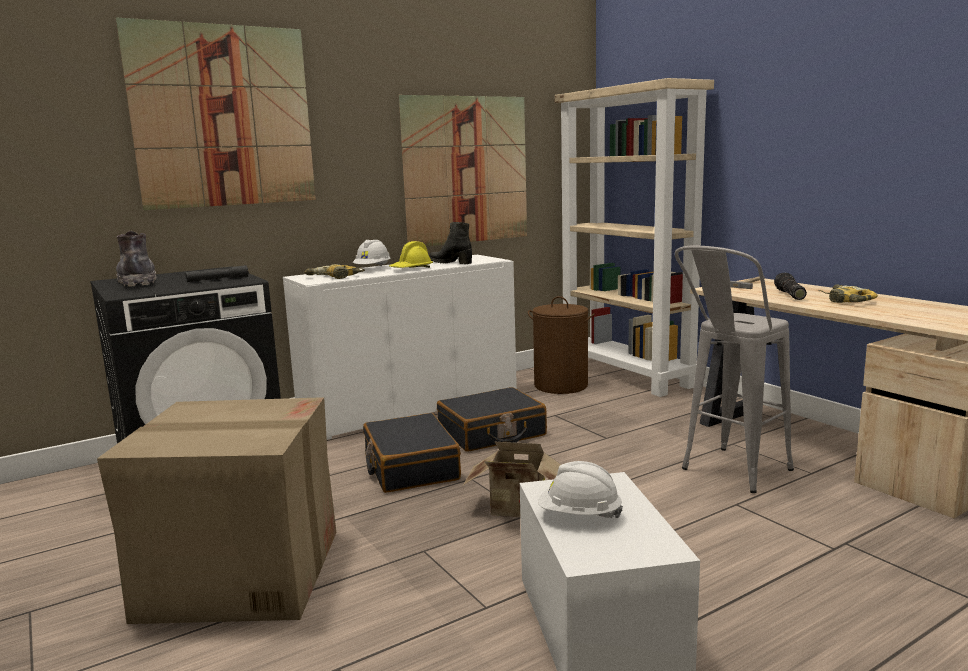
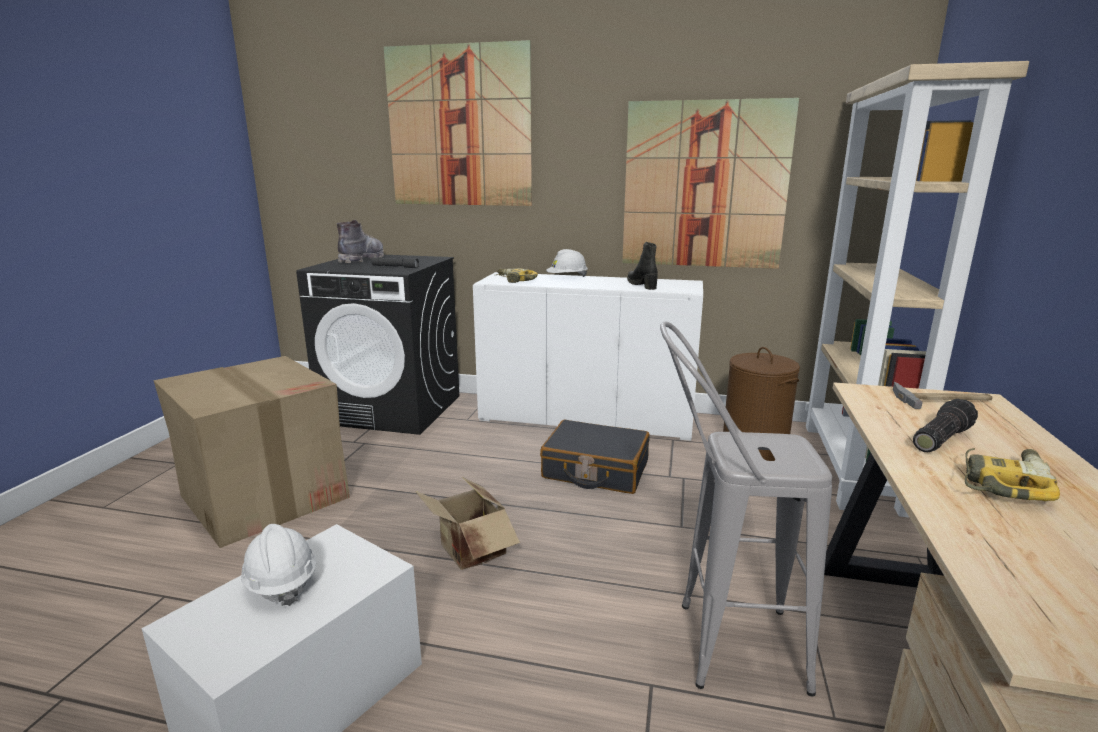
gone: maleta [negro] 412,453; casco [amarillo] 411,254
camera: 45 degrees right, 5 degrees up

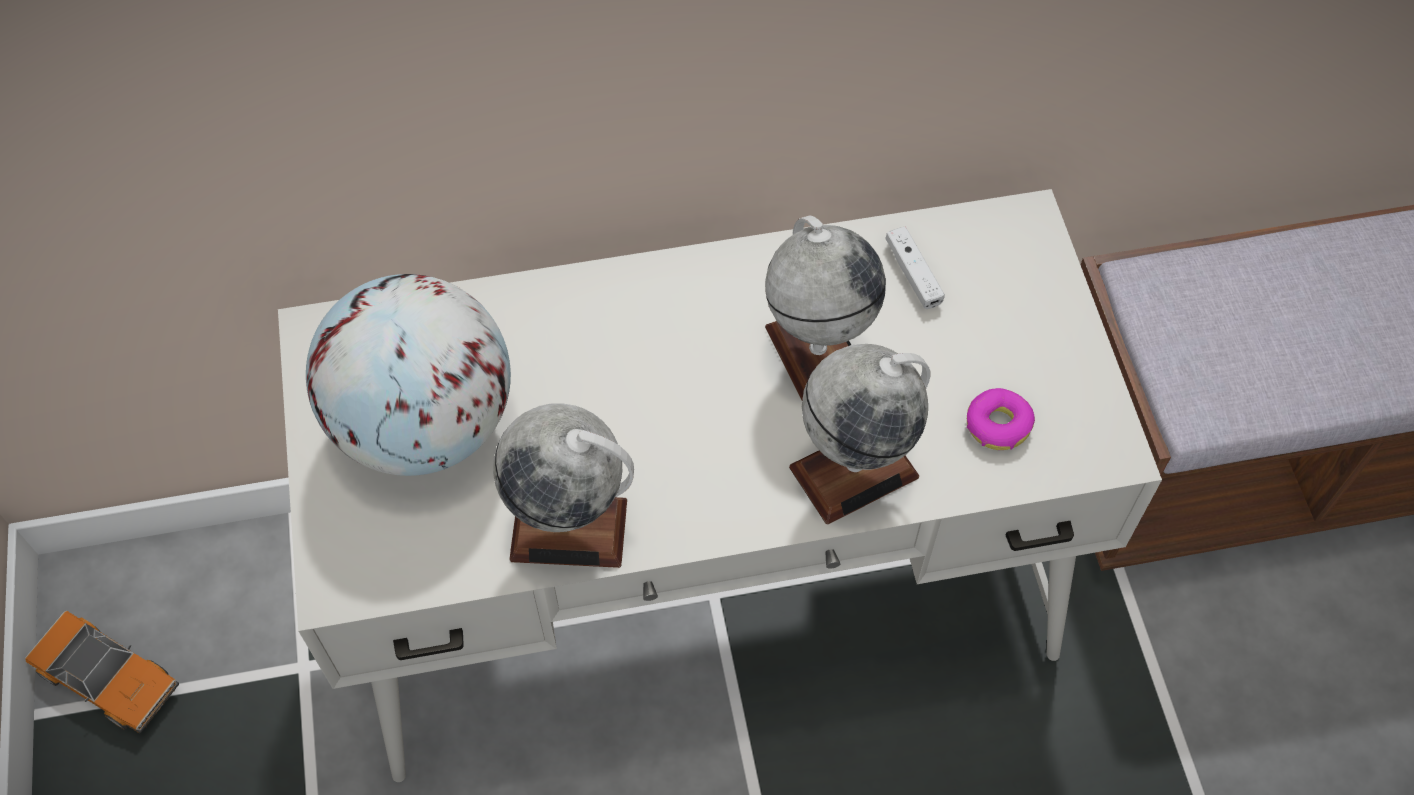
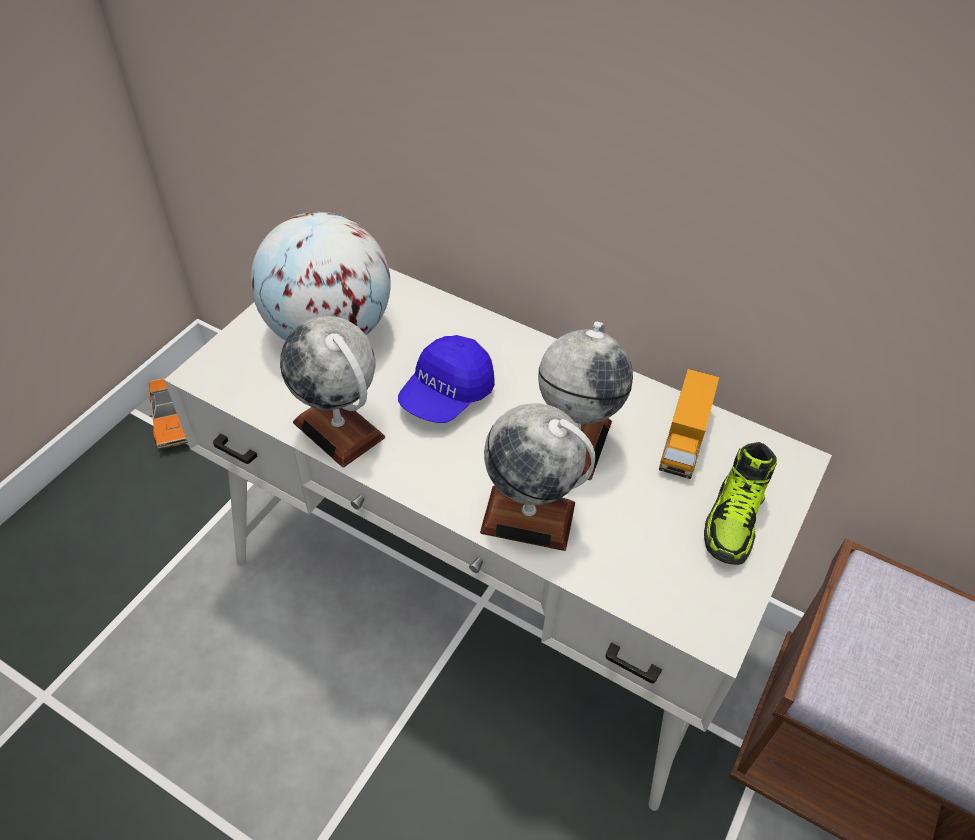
gone: rosquilla 1001,419
new: gorra [azul] 446,379; zapato 740,503
swapped: mando de consola [blanco] 915,268 to camión de juguete 689,424
camera: 40 degrees right, 10 degrees down

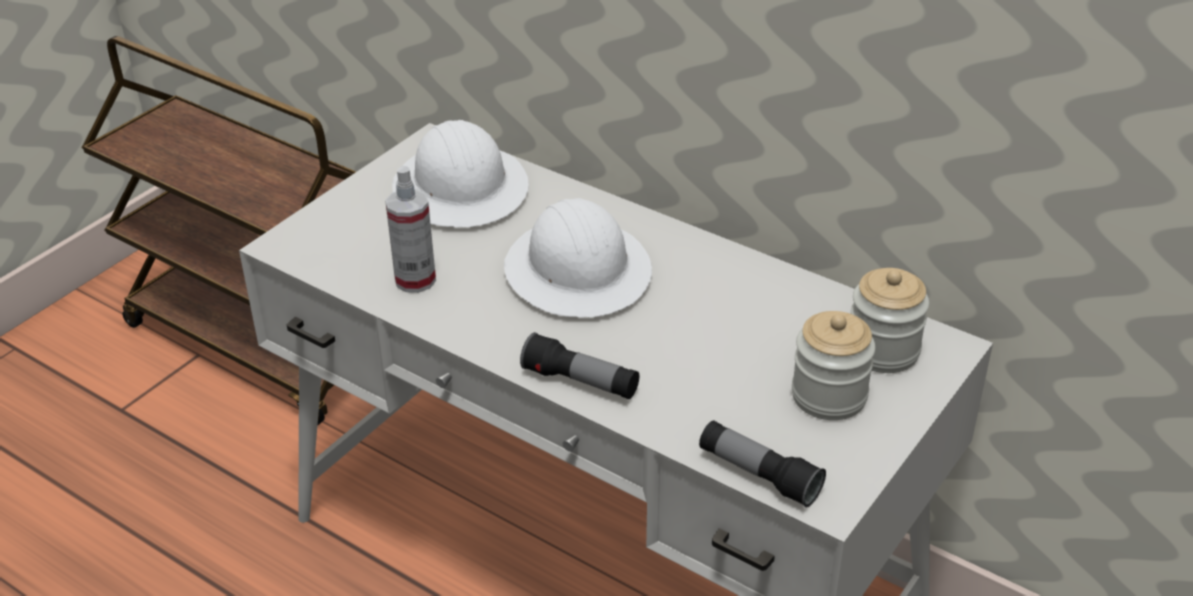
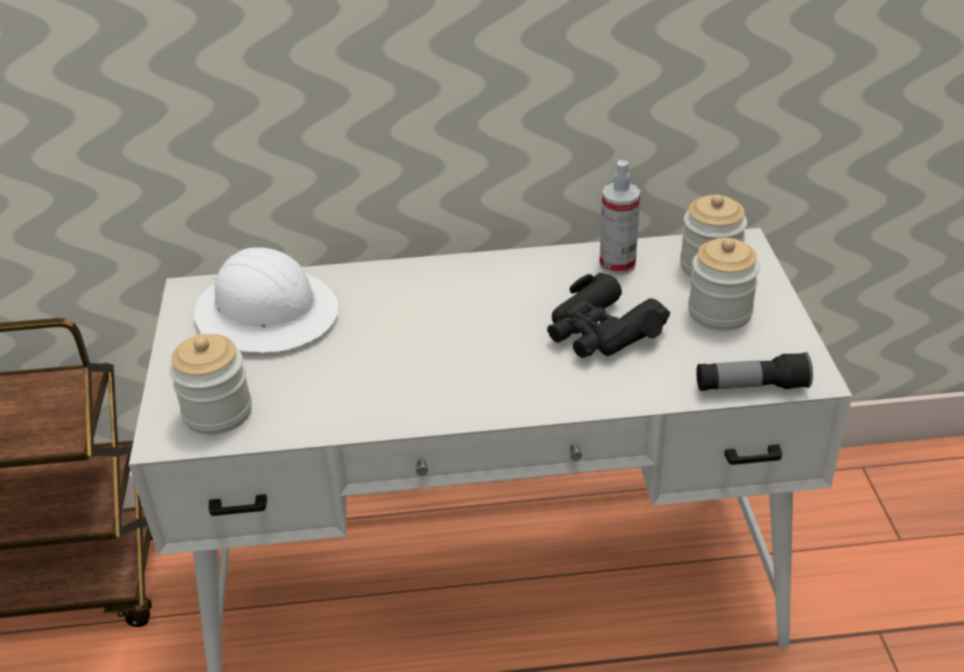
gone: casco [blanco] 578,257; linterna 579,365
new: tarro 210,384; prismáticos [negro] 608,315
shifted: pulverizador 410,229 to 620,217
camera: 40 degrees left, 0 degrees up

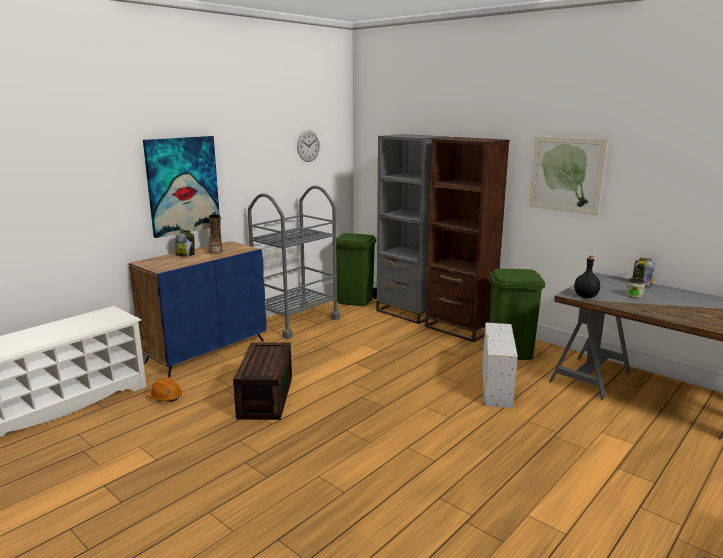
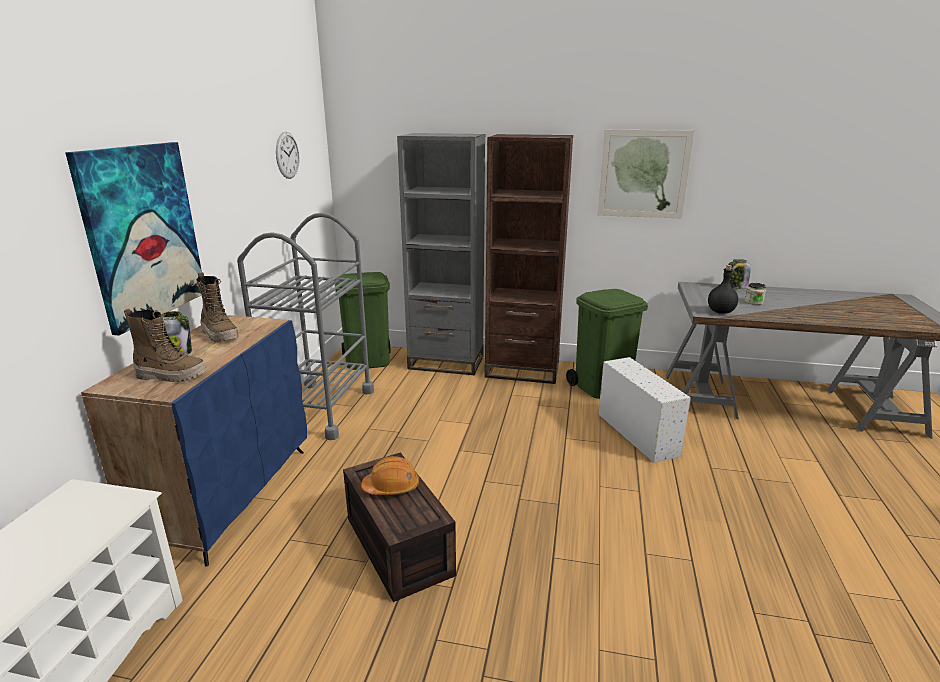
new: bota 165,345
shifted: casco [naranja] 164,390 to 390,475
camera: 30 degrees left, 5 degrees up

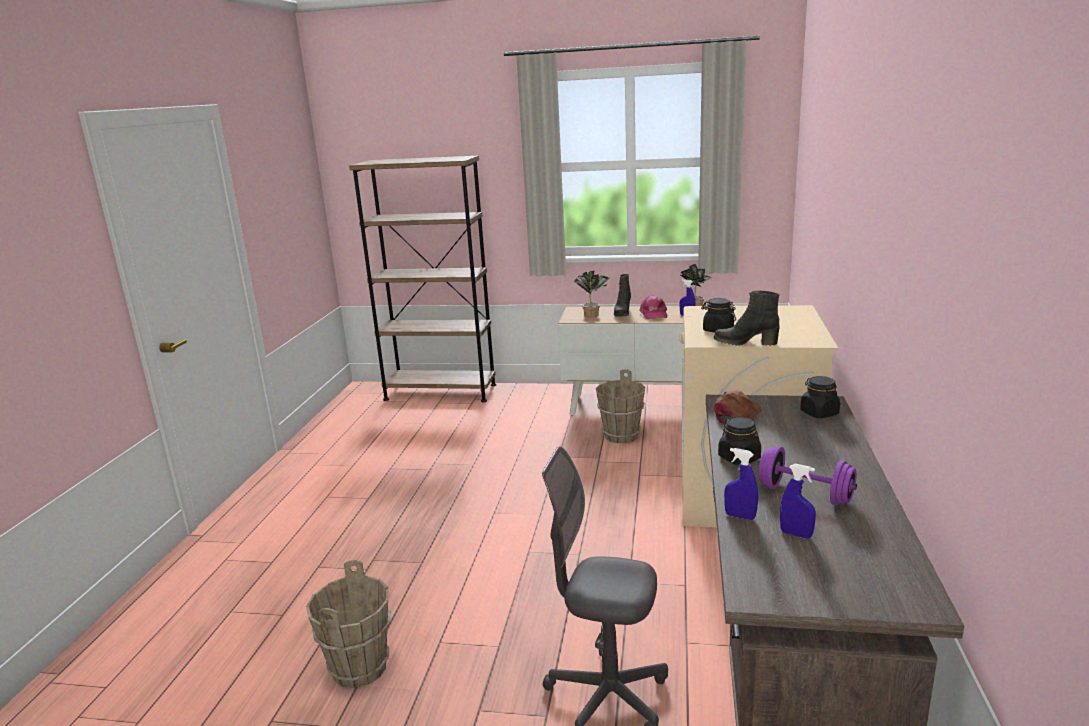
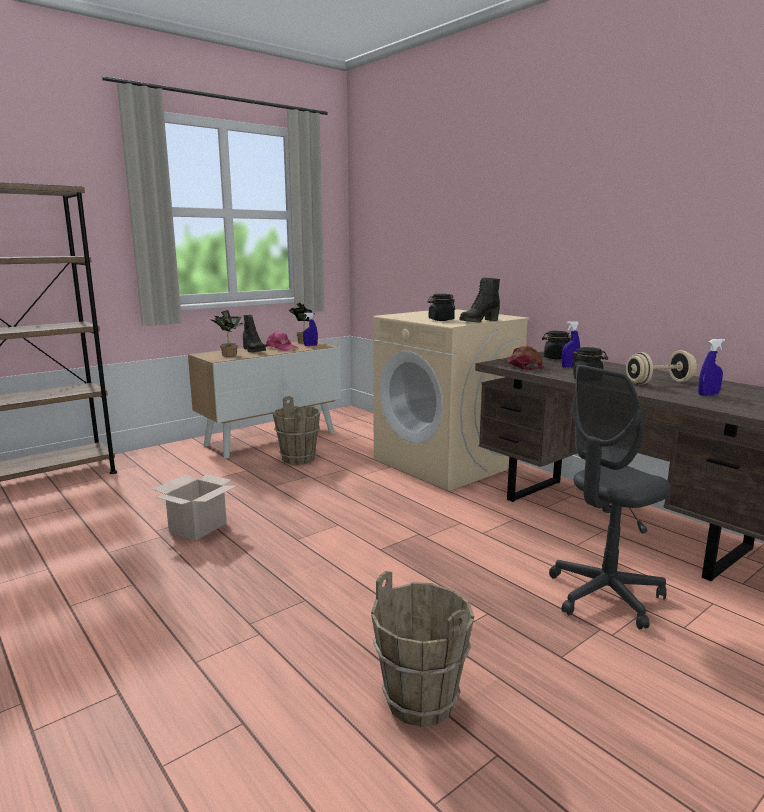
new: caja de cartón 194,507
shifted: pulverizador [azul] 741,484 to 571,344
repainted: mancuerna [morado] 807,475 to mancuerna [beis] 661,367
camera: 50 degrees left, 5 degrees down

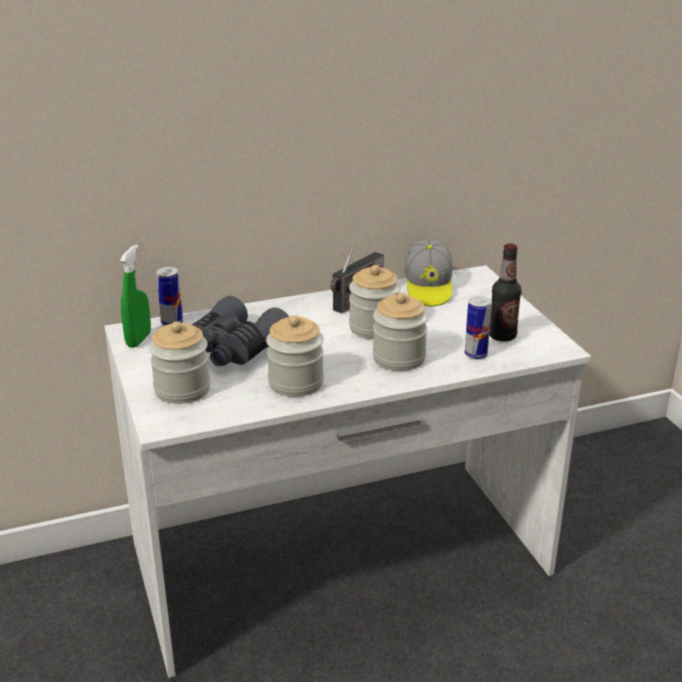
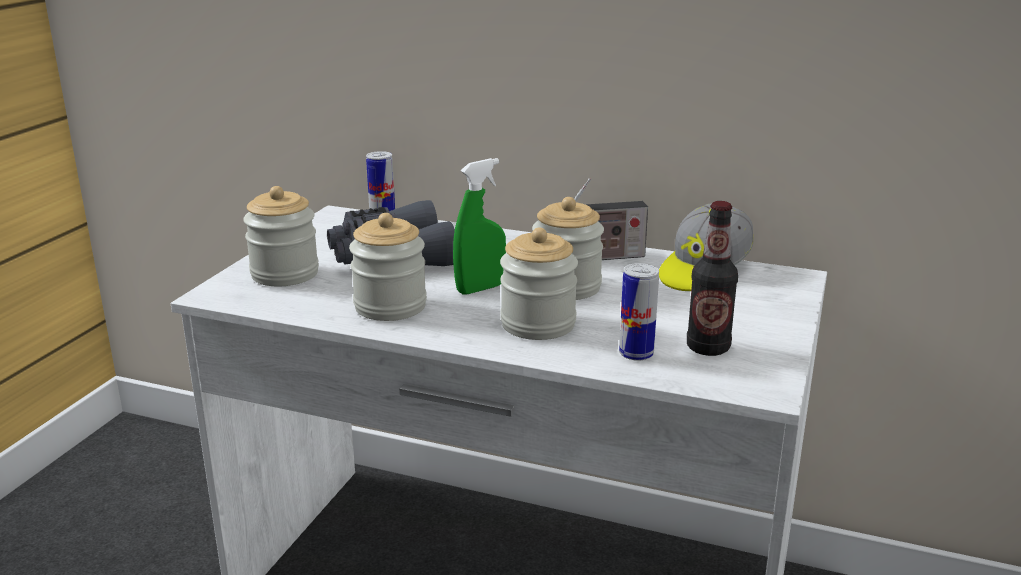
shifted: pulverizador [verde] 135,296 to 479,226
camera: 40 degrees right, 5 degrees down

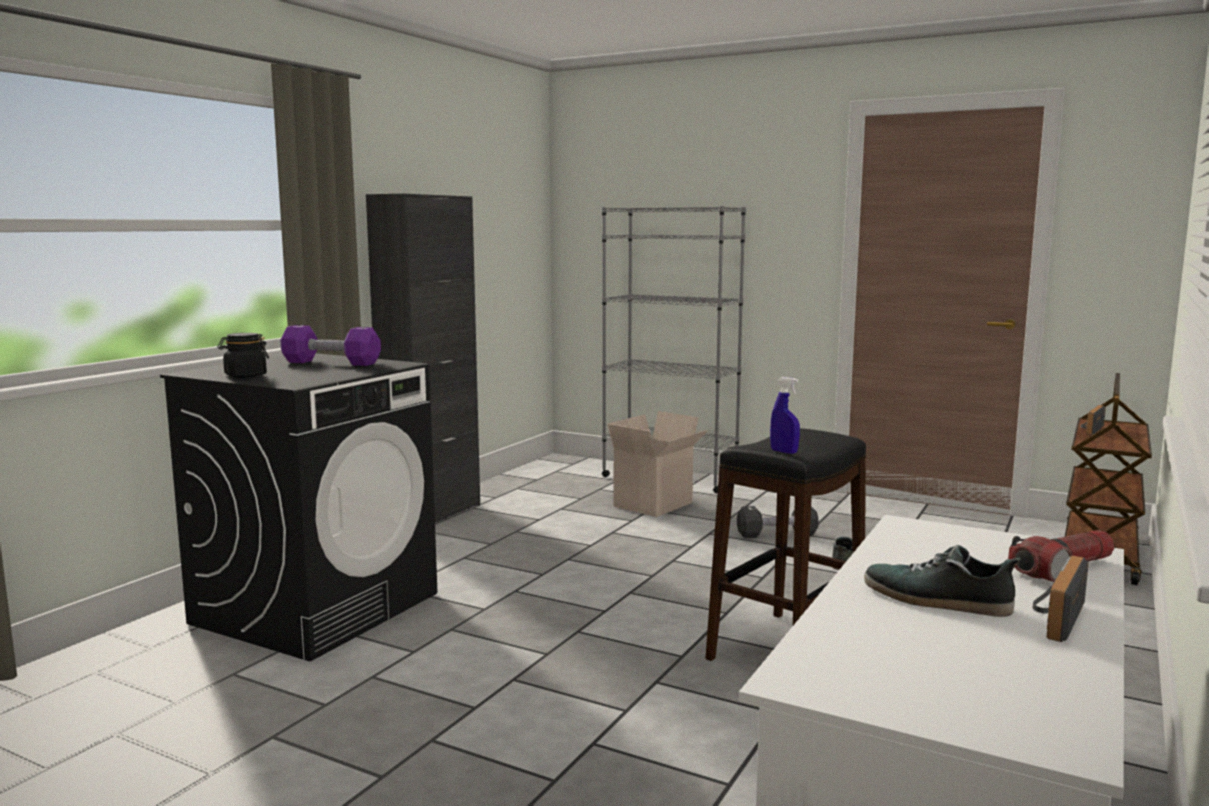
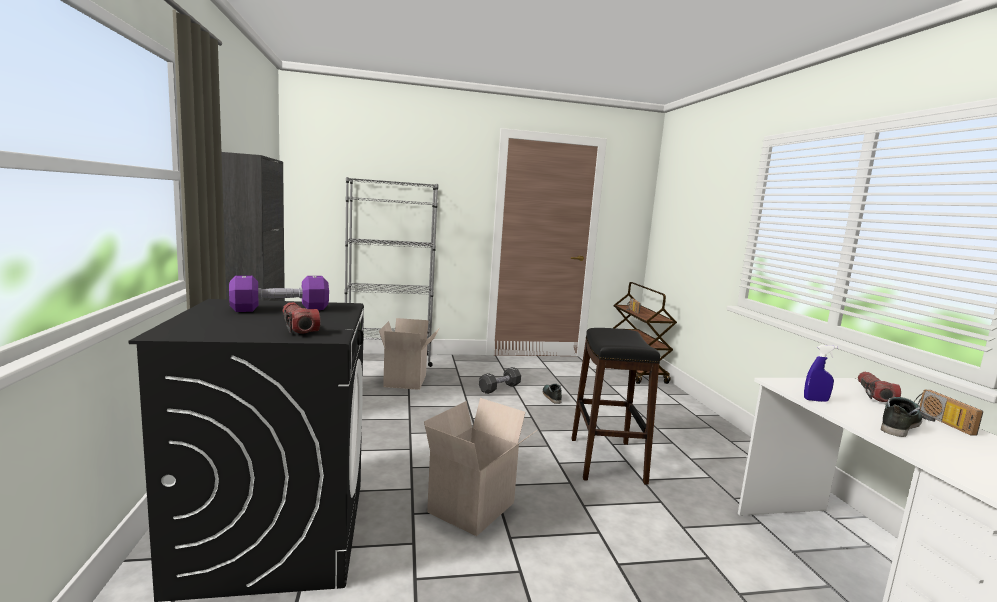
gone: tarro [negro] 243,355
new: linterna 302,318; caja de cartón 480,467
shifted: pulverizador [azul] 785,415 to 821,373
rotated: zapato 942,581 = 901,417 150 degrees clockwise
camera: 40 degrees left, 0 degrees up

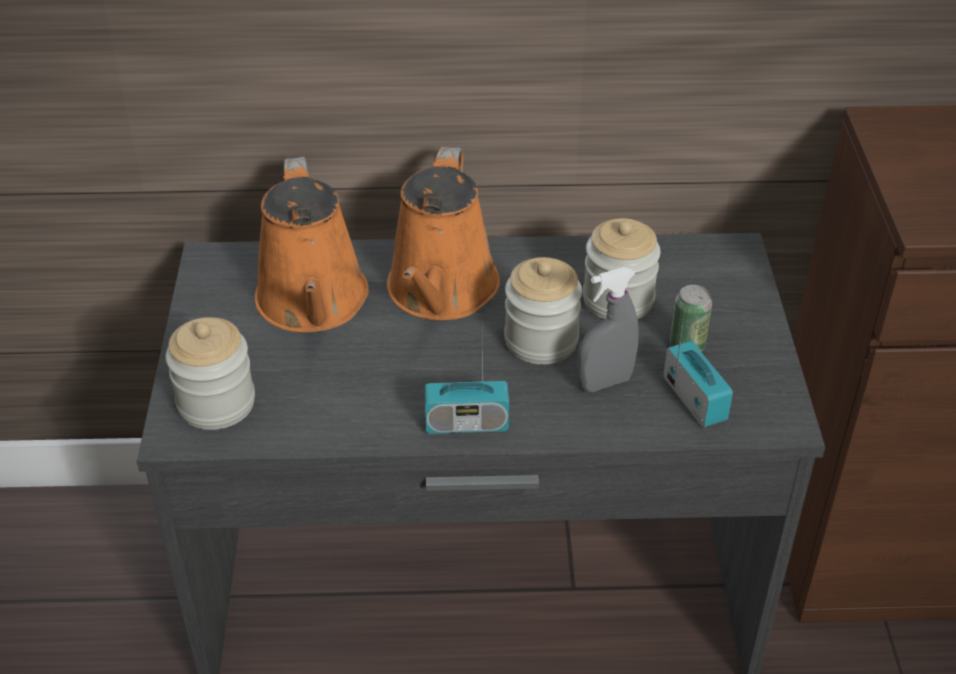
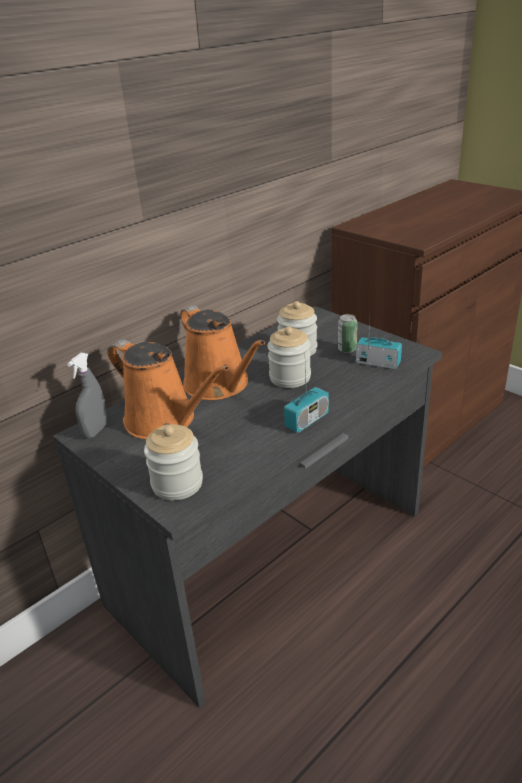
shifted: pulverizador [gris] 608,329 to 87,396
camera: 40 degrees left, 10 degrees down

